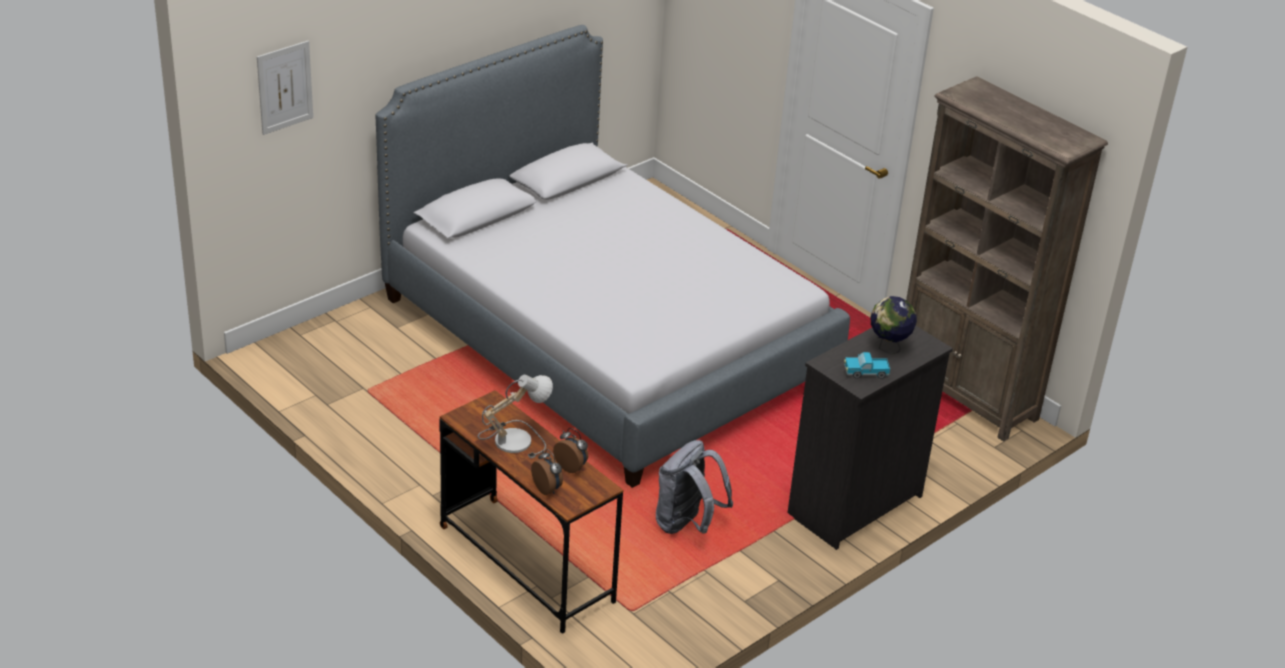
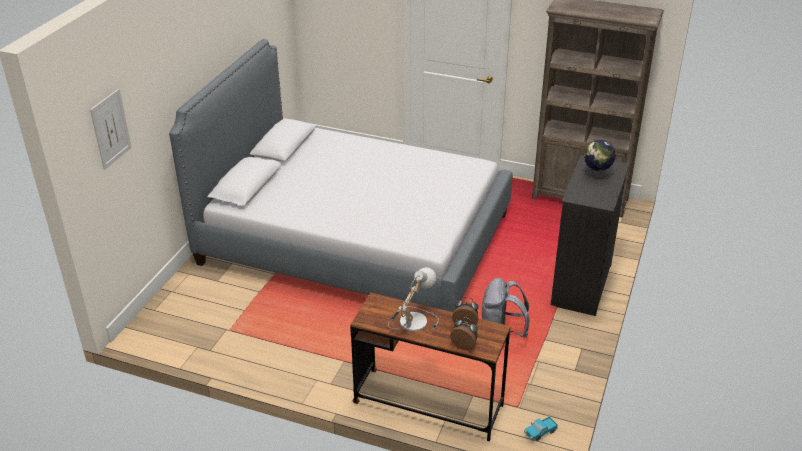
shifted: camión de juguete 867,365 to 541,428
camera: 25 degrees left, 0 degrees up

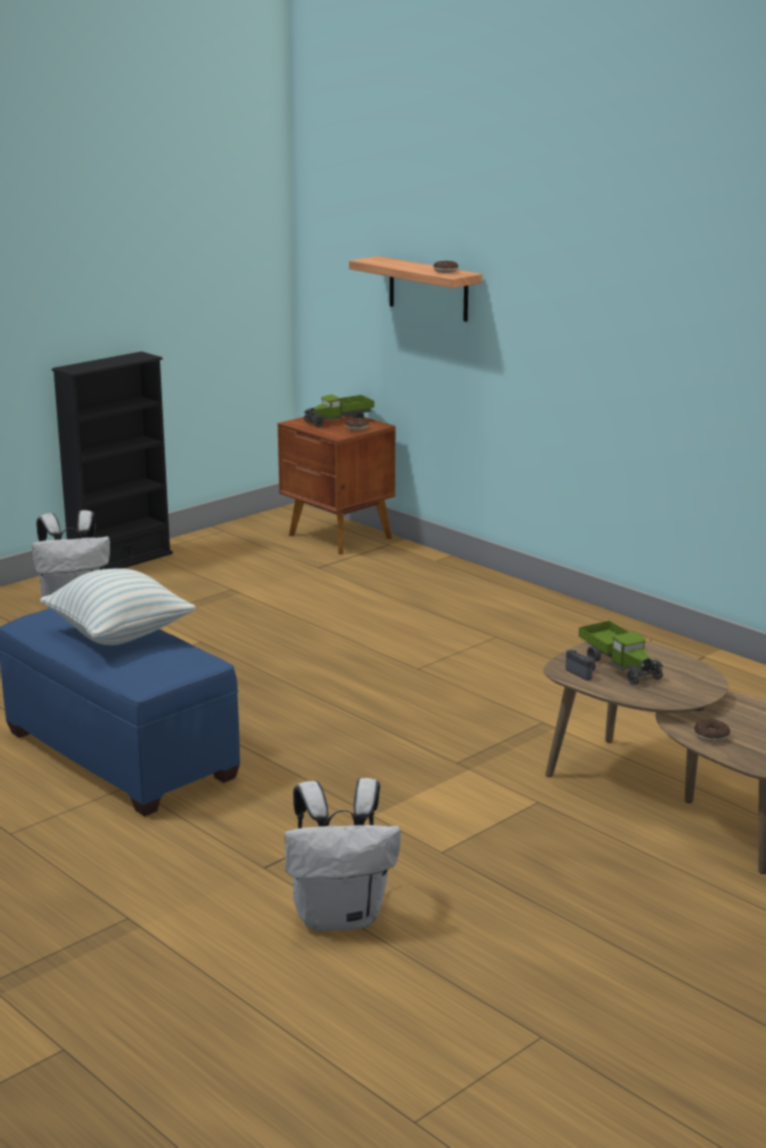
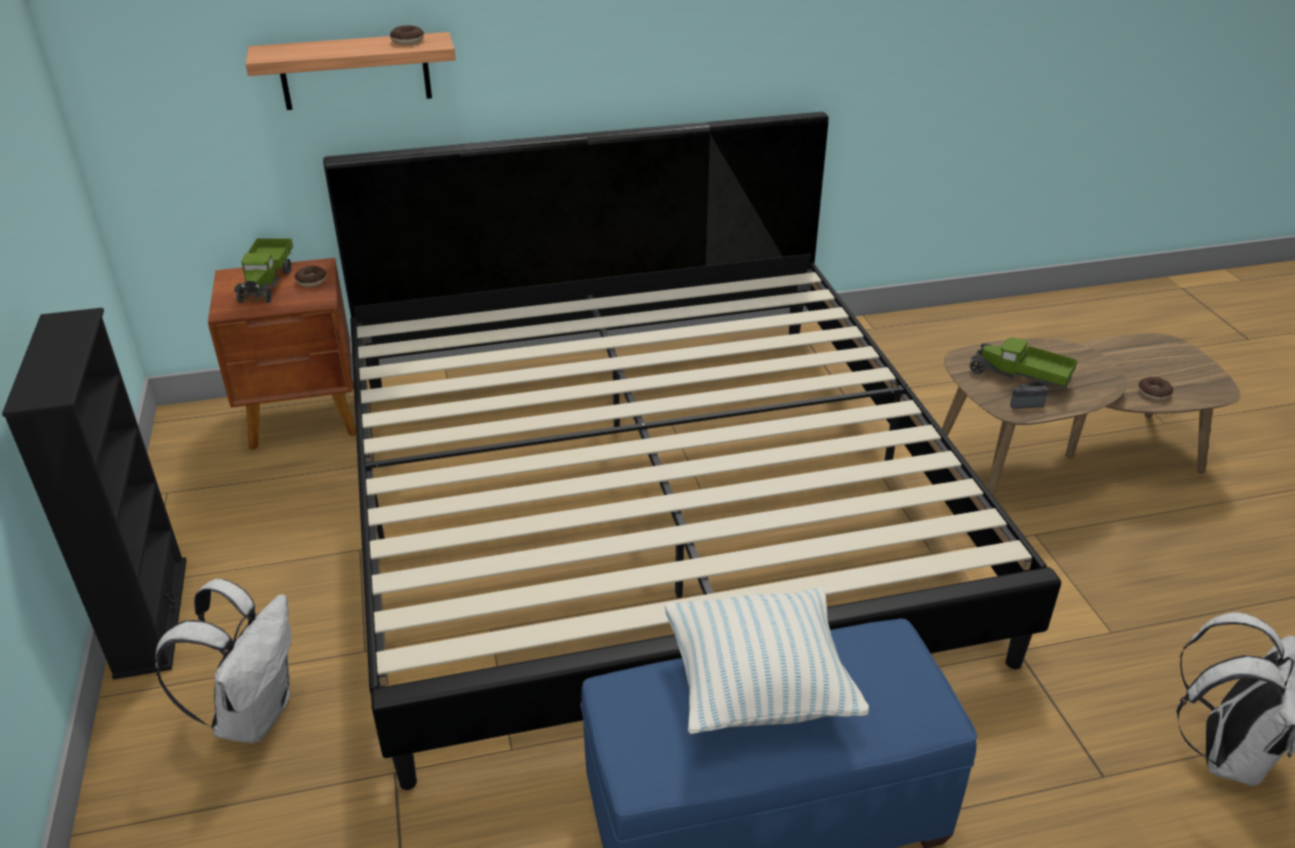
new: cama 692,451
rotated: camión de juguete 621,653 = 1023,364 150 degrees counterclockwise
camera: 60 degrees left, 15 degrees up

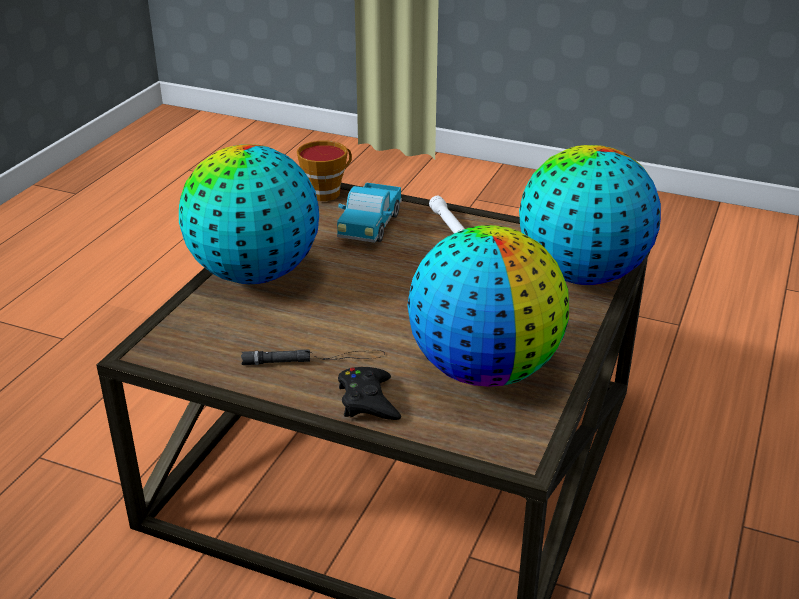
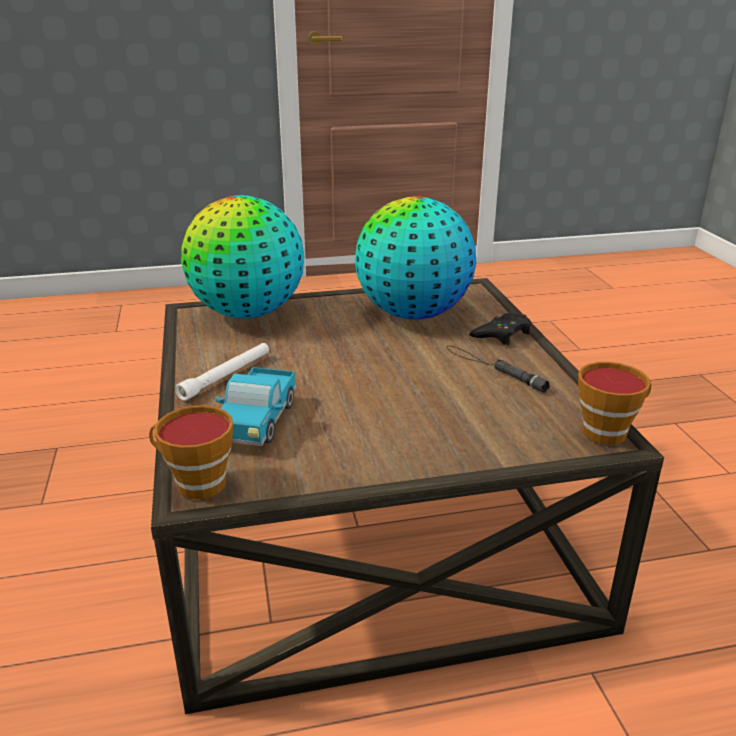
gone: globo terráqueo 249,214
new: taza 614,403
rotated: camión de juguete 369,212 = 256,406 120 degrees clockwise
camera: 125 degrees left, 5 degrees down

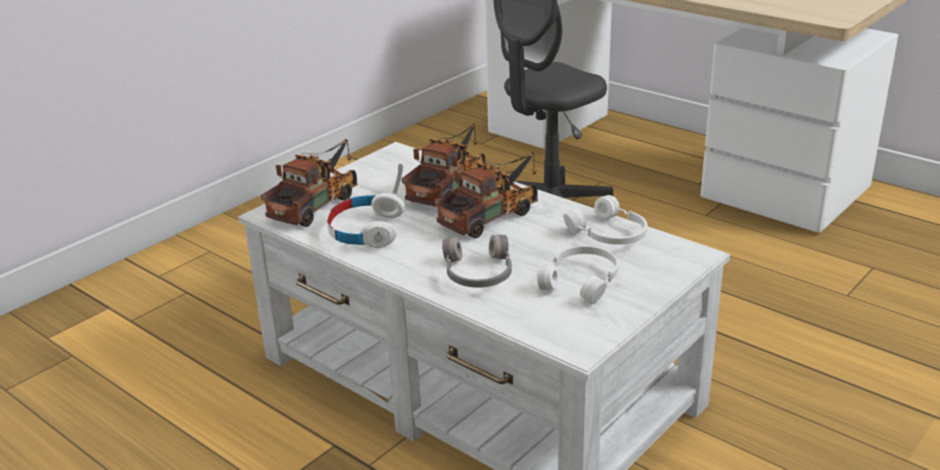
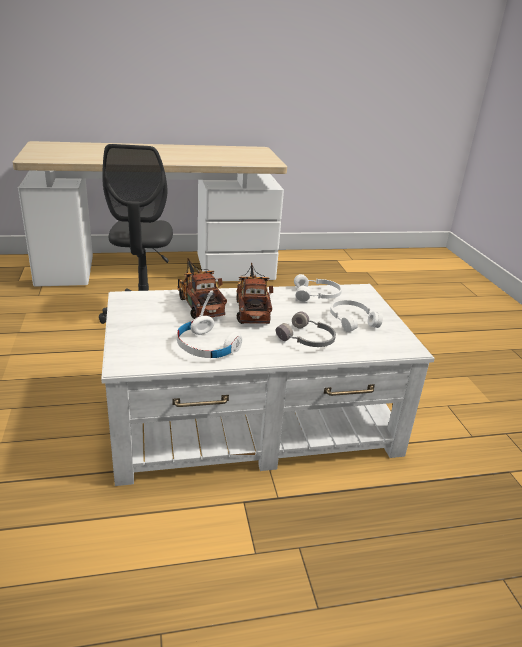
gone: camión de juguete 309,183
camera: 55 degrees left, 0 degrees up

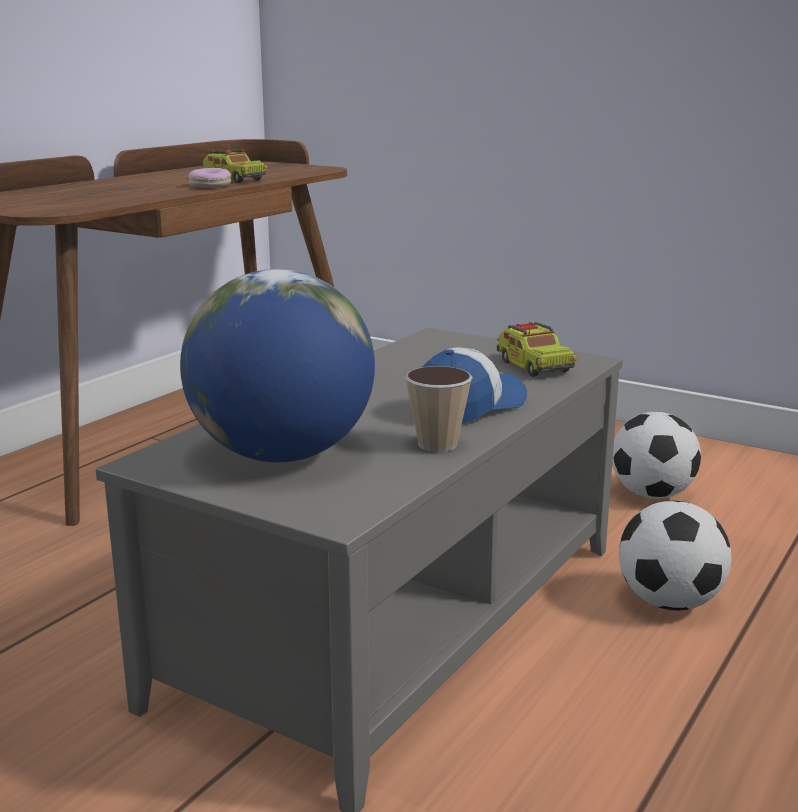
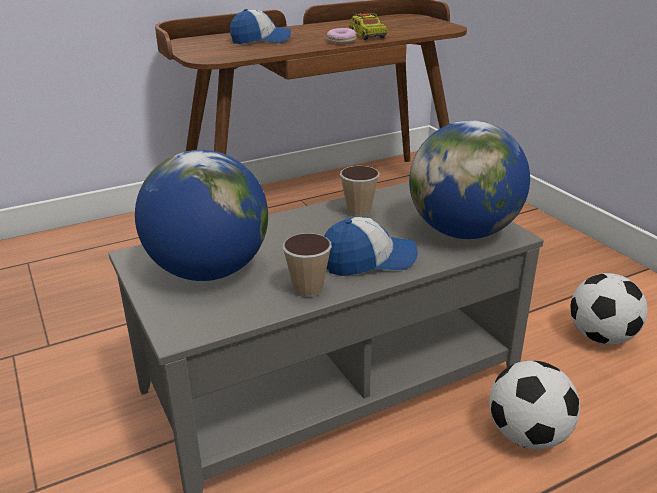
new: gorra 260,26; taza 360,191
swapped: camión de juguete 536,349 to globo terráqueo 469,179
camera: 30 degrees right, 10 degrees up

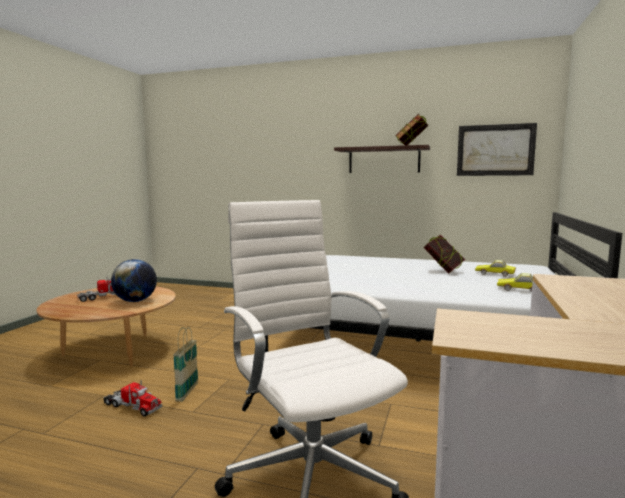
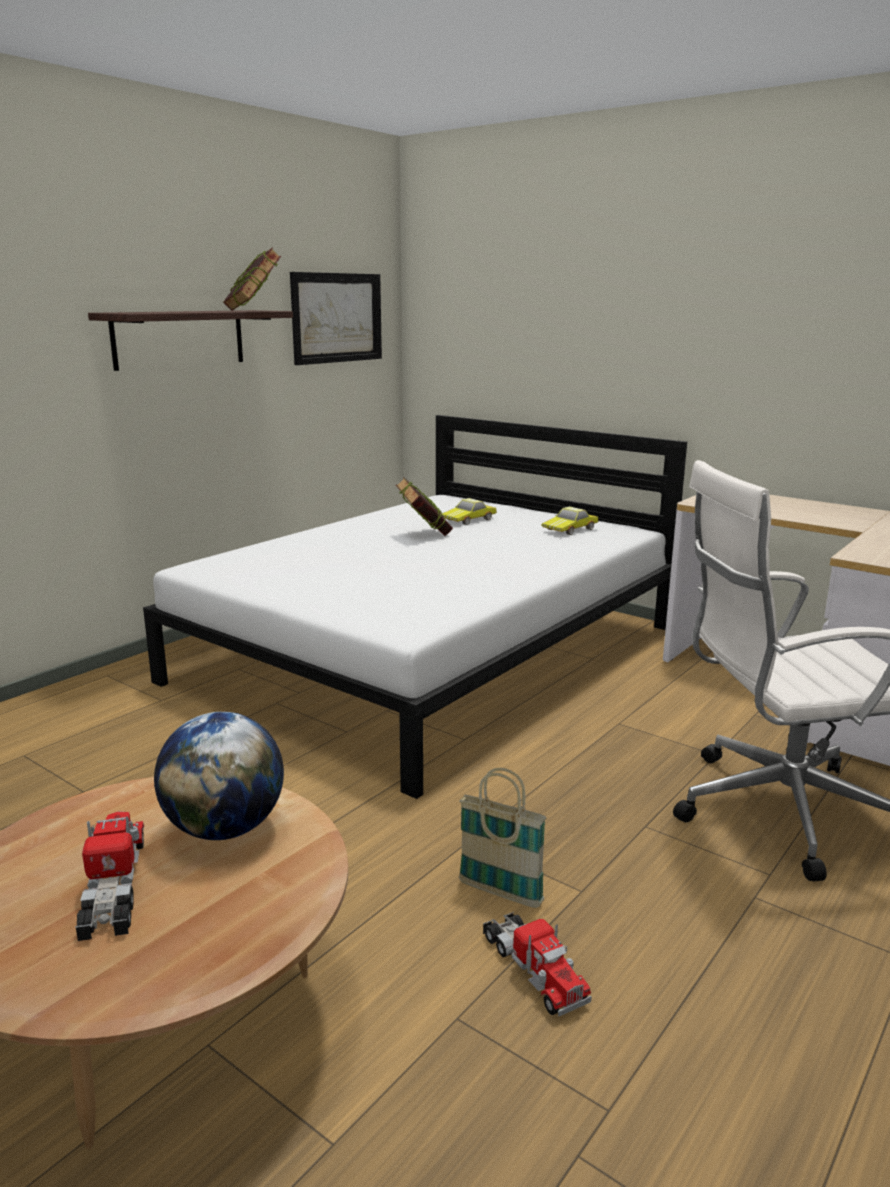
rotated: camión de juguete 133,398 = 537,964 105 degrees clockwise
camera: 70 degrees left, 10 degrees up

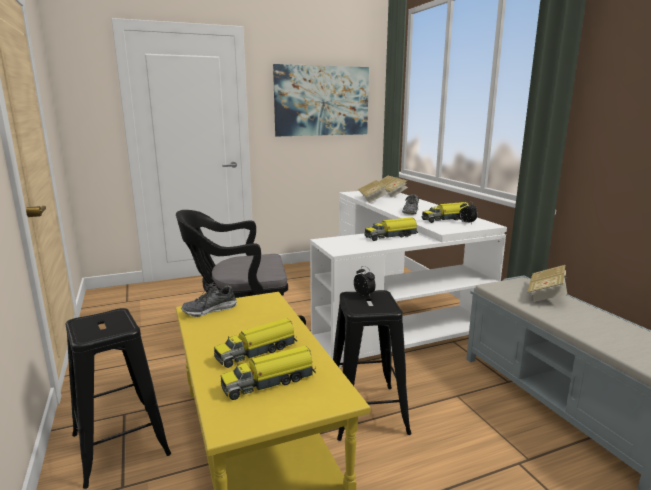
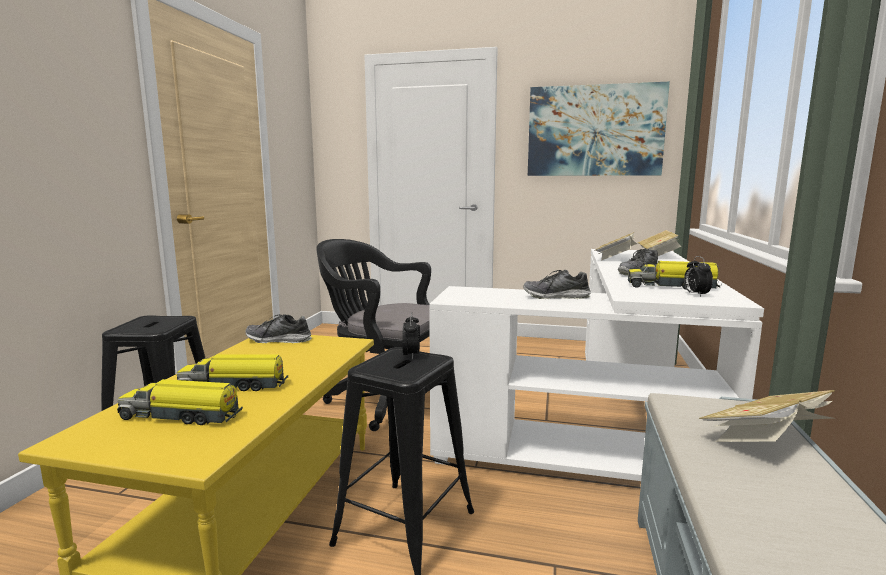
swapped: camión de juguete 391,229 to zapato 557,284
camera: 35 degrees right, 5 degrees down

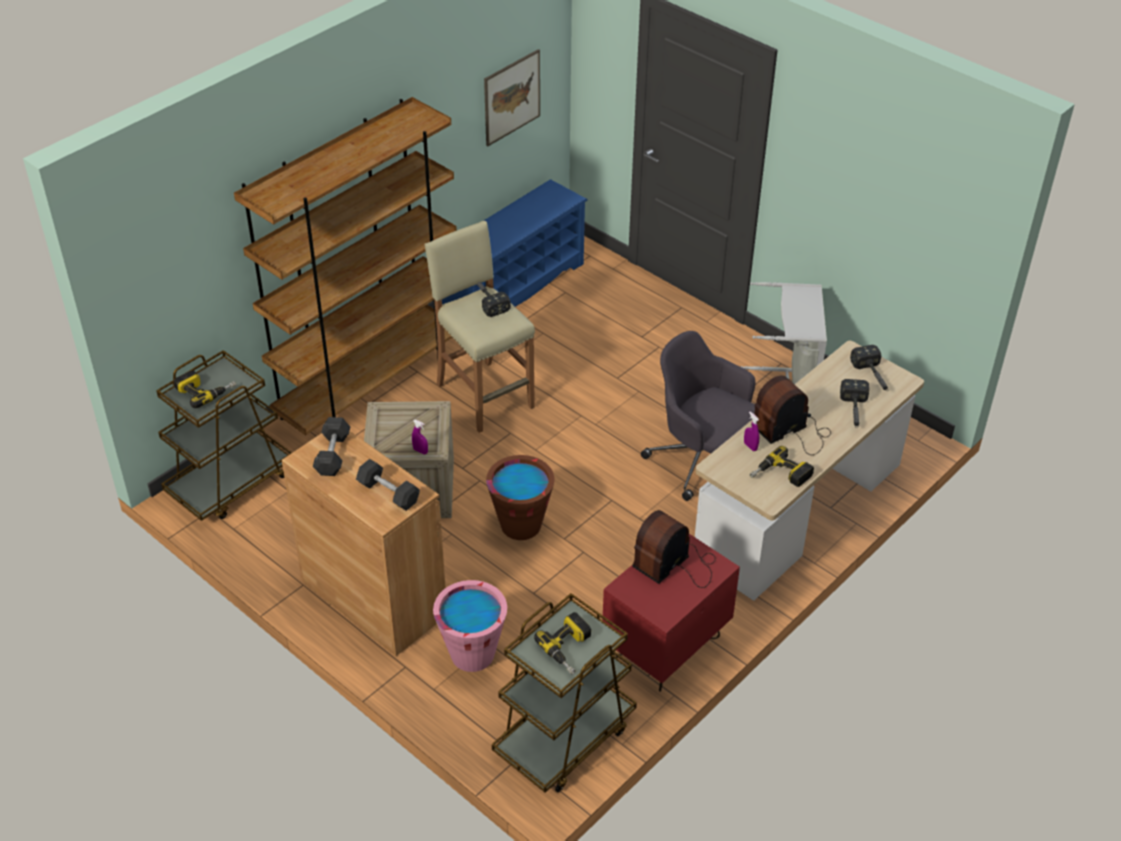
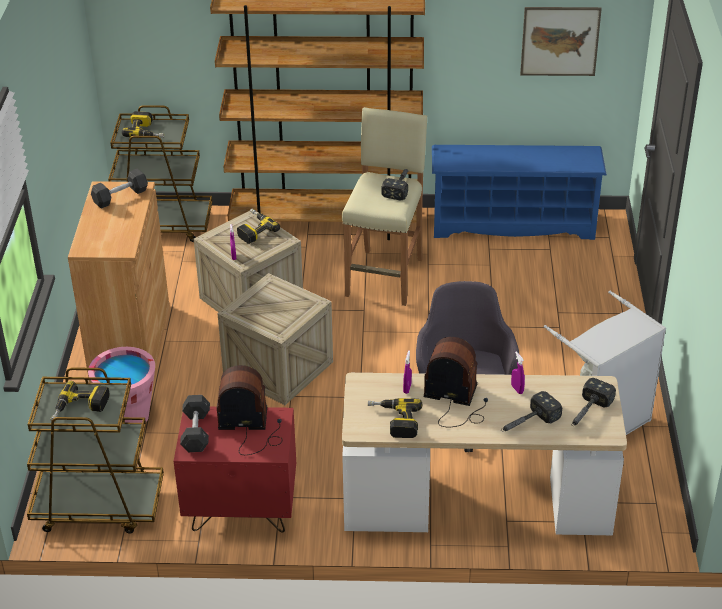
new: taladro 258,226; pulverizador [morado] 518,373
shifted: mancuerna [gris] 388,485 to 195,423
swapped: cubo [marrón] 520,497 to caja de embalaje 275,339
camera: 50 degrees right, 5 degrees down

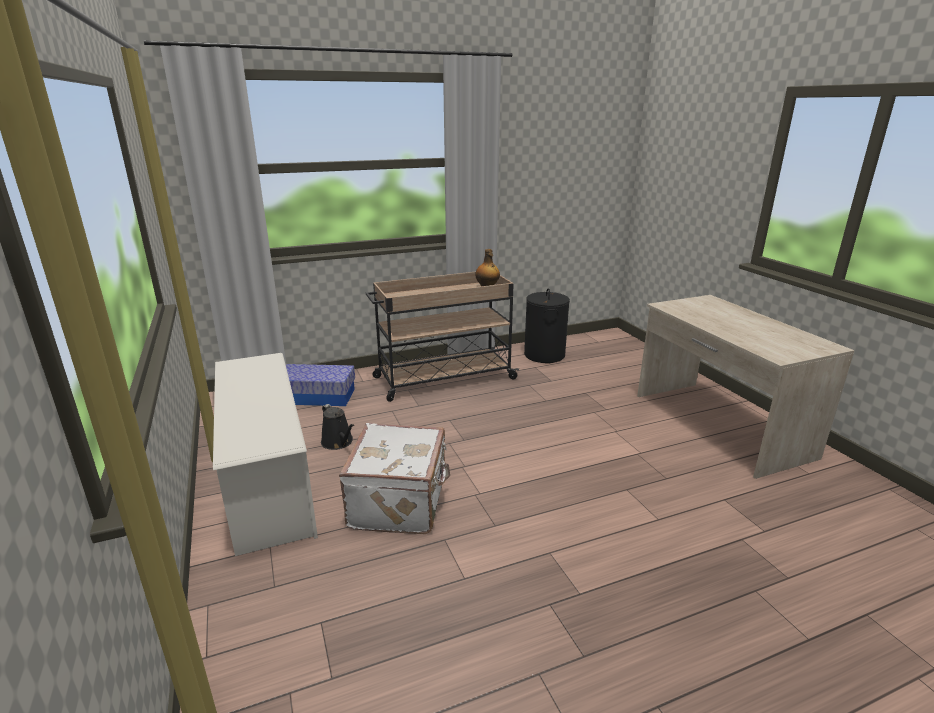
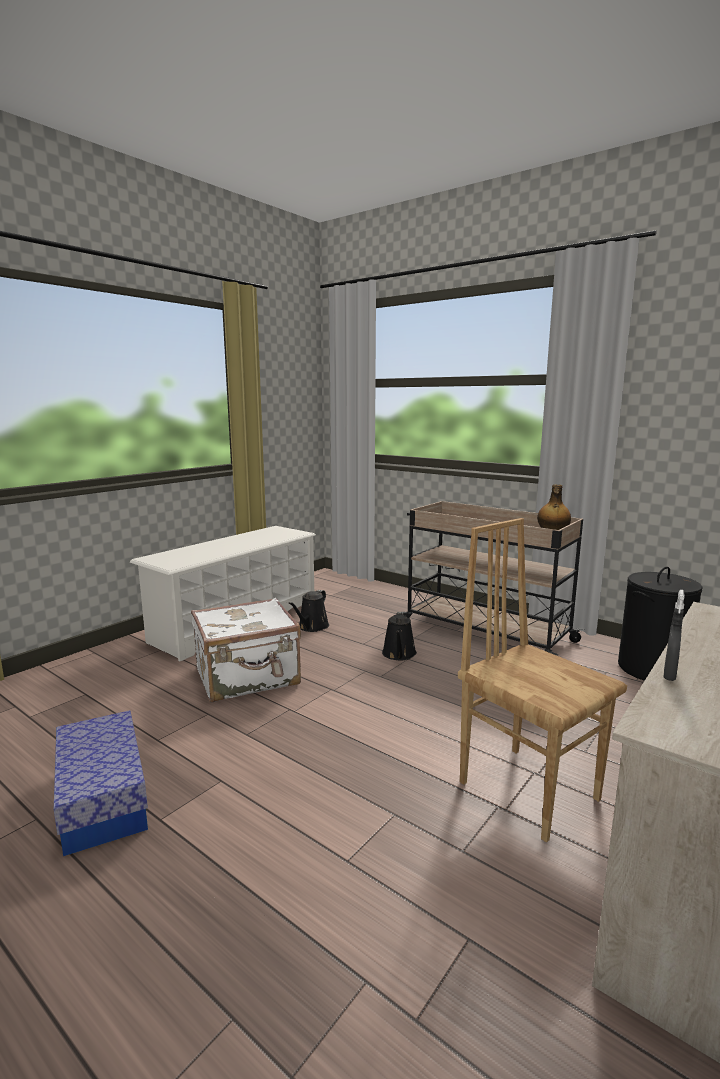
new: regadera [negro] 399,636; silla [marrón] 542,680; pulverizador [gris] 674,635
shifted: caja de almacenaje 320,385 to 101,783
camera: 60 degrees right, 10 degrees down

